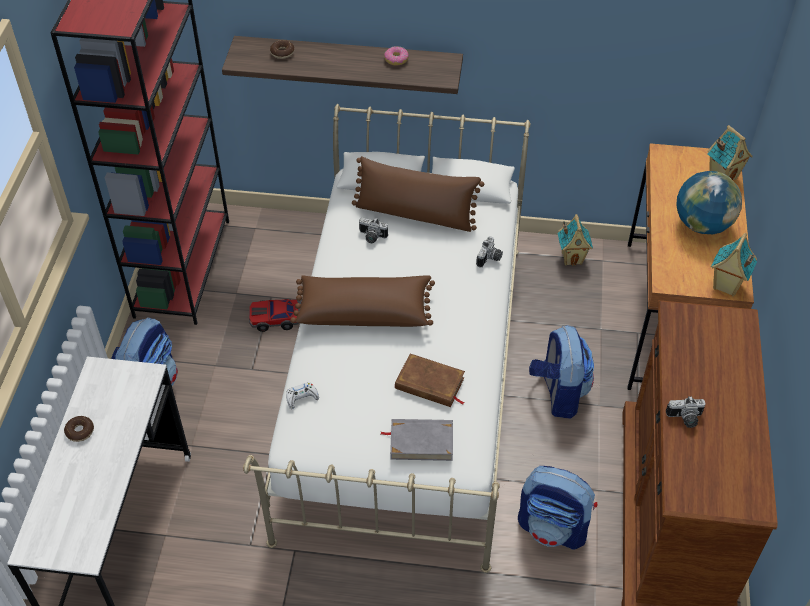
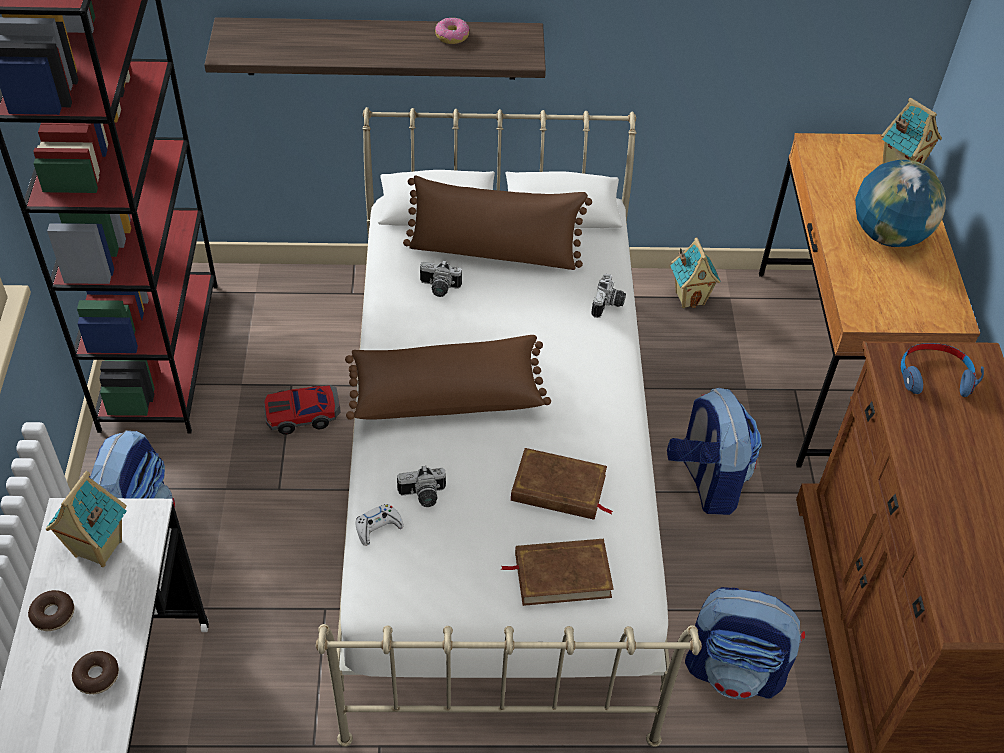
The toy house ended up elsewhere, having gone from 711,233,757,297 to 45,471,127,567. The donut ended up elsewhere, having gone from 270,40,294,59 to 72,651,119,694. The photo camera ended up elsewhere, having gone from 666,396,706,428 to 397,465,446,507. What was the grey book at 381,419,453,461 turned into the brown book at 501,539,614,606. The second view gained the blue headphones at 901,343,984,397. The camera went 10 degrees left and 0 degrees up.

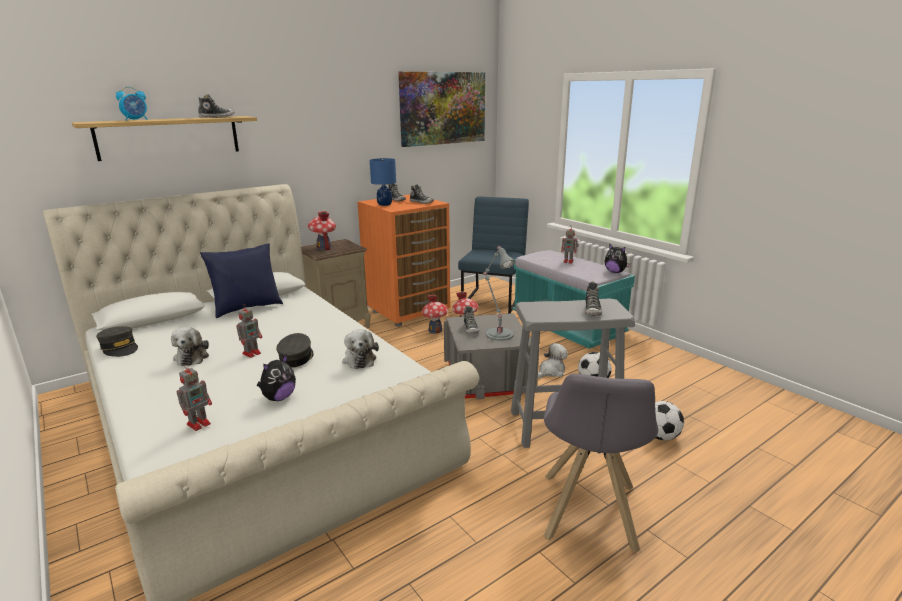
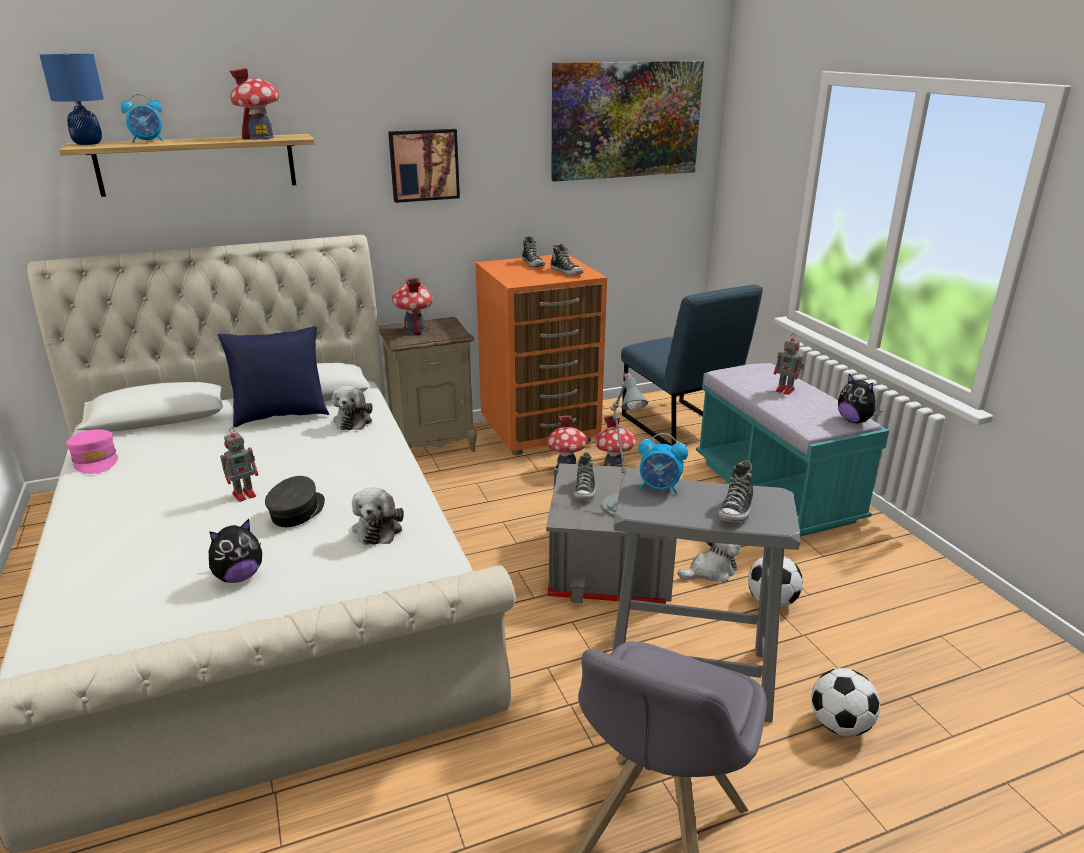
The blue table lamp ended up elsewhere, having gone from 370,158,396,206 to 40,53,104,145. What was the grey cap at 96,326,138,357 turned into the pink cap at 66,429,118,474. Where the shoe stood at 198,94,235,118, the toy house came to stand at 230,68,279,139. The plush toy ended up elsewhere, having gone from 171,327,209,366 to 332,385,373,430. The second view gained the picture at 388,129,460,203. The blue chair at 458,196,529,313 ended up facing another way, 120 degrees clockwise from before. The second view gained the alarm clock at 638,433,688,494. The second view lost the toy robot at 177,364,212,431. The camera went 15 degrees right and 5 degrees up.

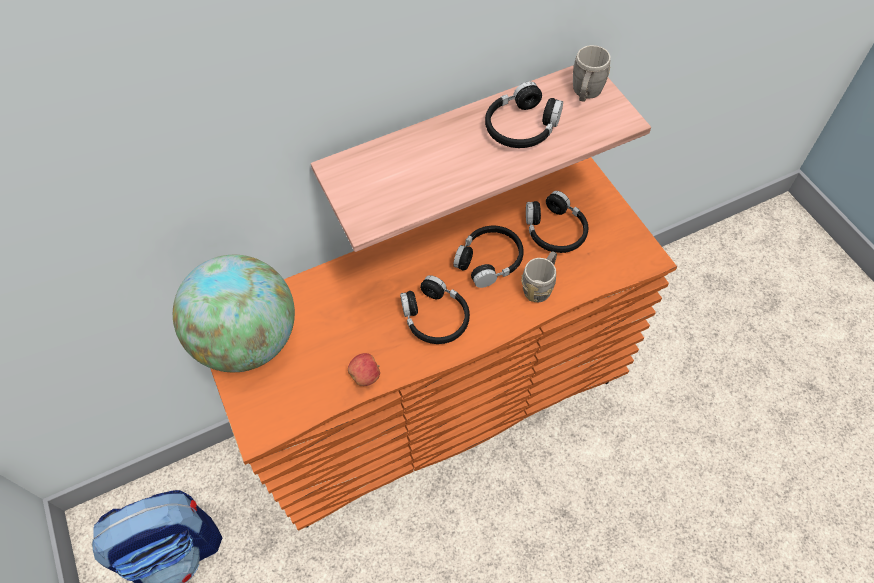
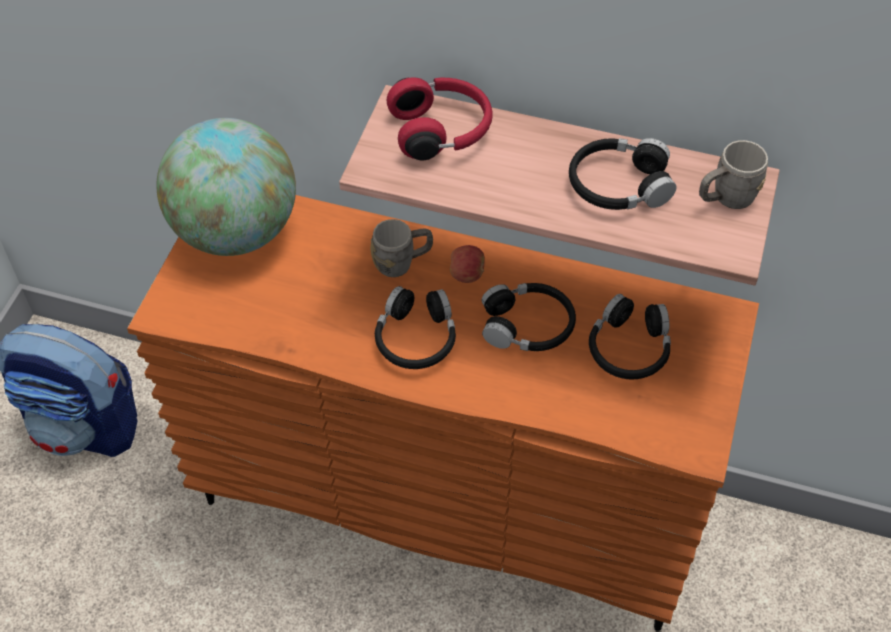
The grey mug ended up elsewhere, having gone from 521,251,557,302 to 371,219,433,277. The second view gained the red headphones at 387,77,493,161. The apple ended up elsewhere, having gone from 348,353,380,386 to 450,245,485,283. The camera went 40 degrees right and 5 degrees down.

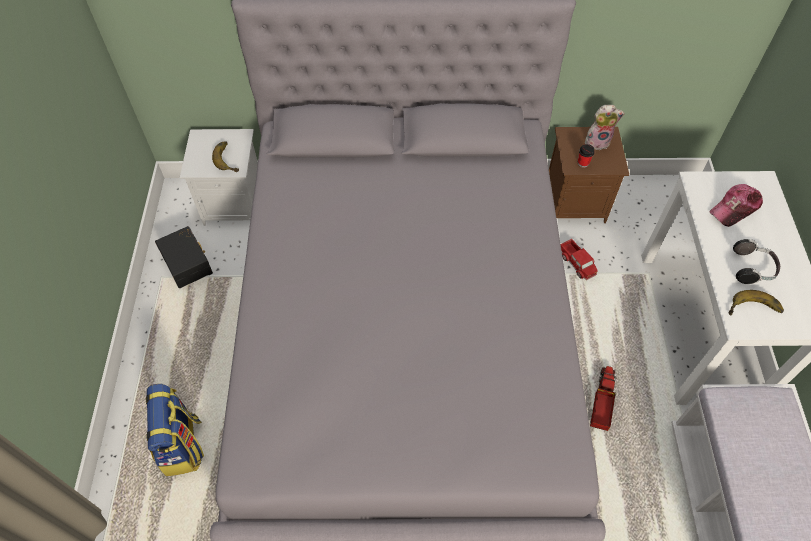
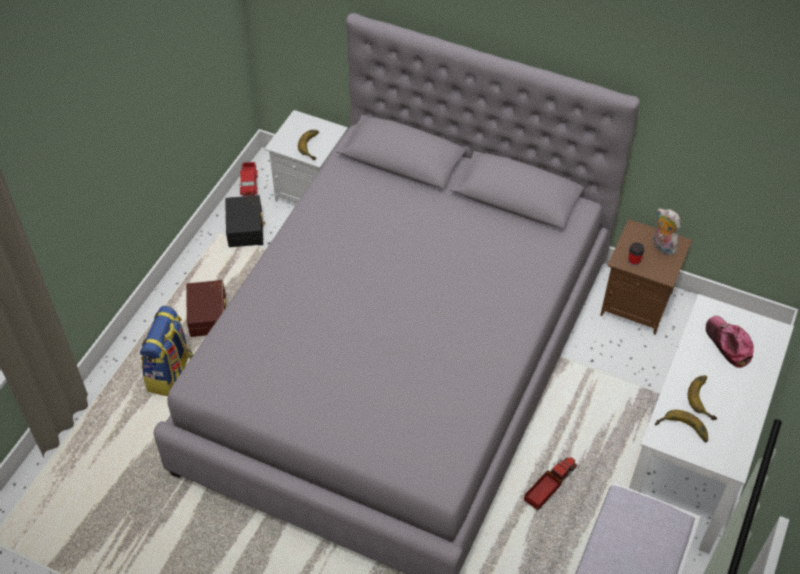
The second view gained the brown storage box at 186,280,226,337. The toy truck ended up elsewhere, having gone from 561,239,598,280 to 239,162,258,196. The plush toy at 585,105,625,150 ended up facing another way, 150 degrees counterclockwise from before. Where the headphones stood at 733,239,780,284, the banana came to stand at 688,376,717,420. The cap at 710,184,763,227 ended up facing another way, 75 degrees clockwise from before. The camera went 25 degrees right and 5 degrees down.

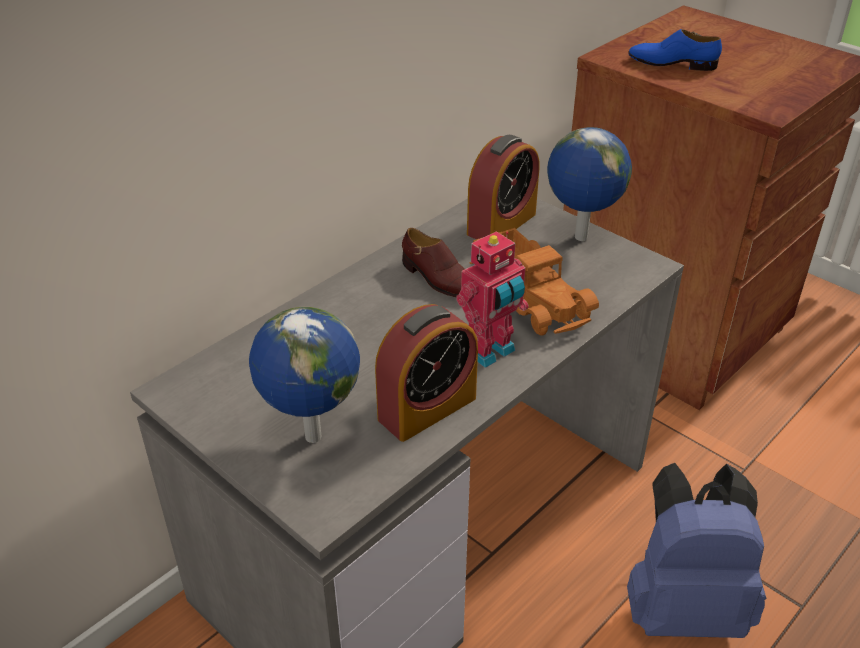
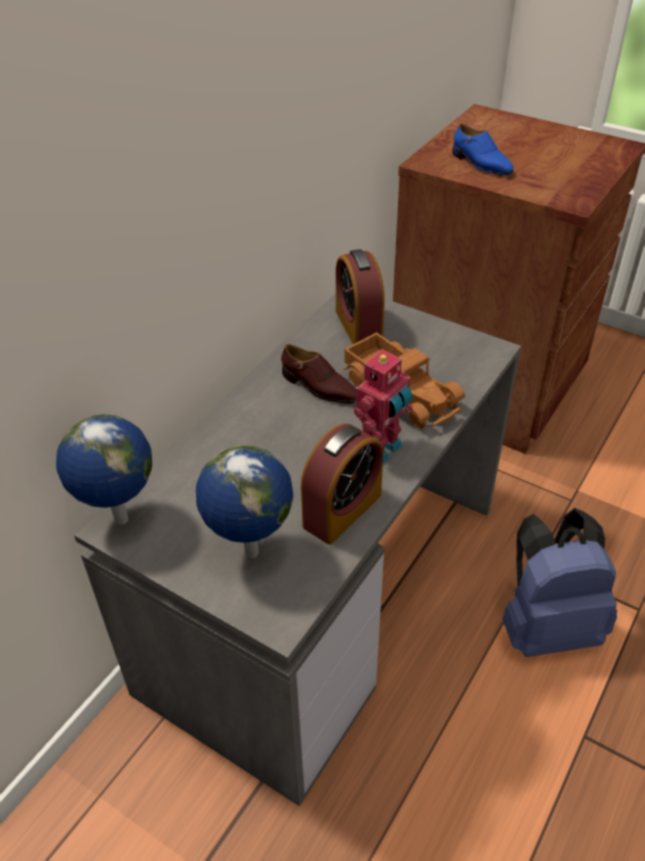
The globe ended up elsewhere, having gone from 547,127,632,241 to 56,414,152,525. The alarm clock at 467,135,539,239 ended up facing another way, 135 degrees clockwise from before. The blue shoe at 628,29,722,71 ended up facing another way, 135 degrees counterclockwise from before. The camera went 10 degrees left and 5 degrees up.

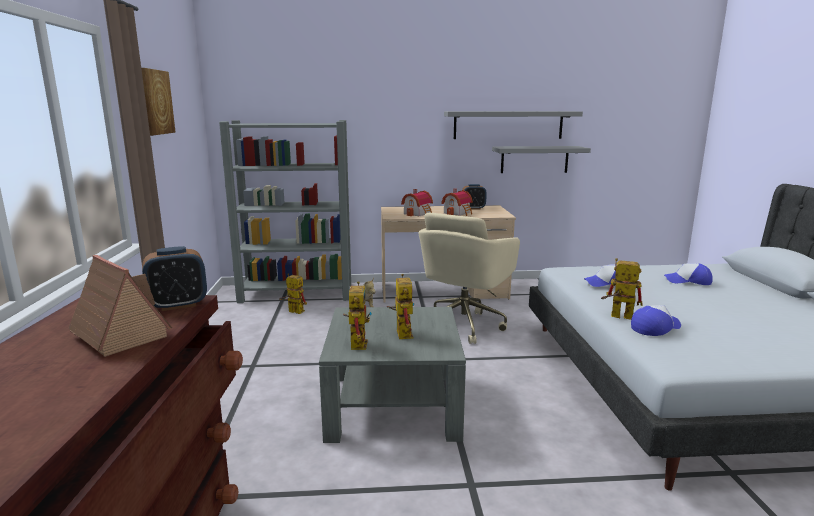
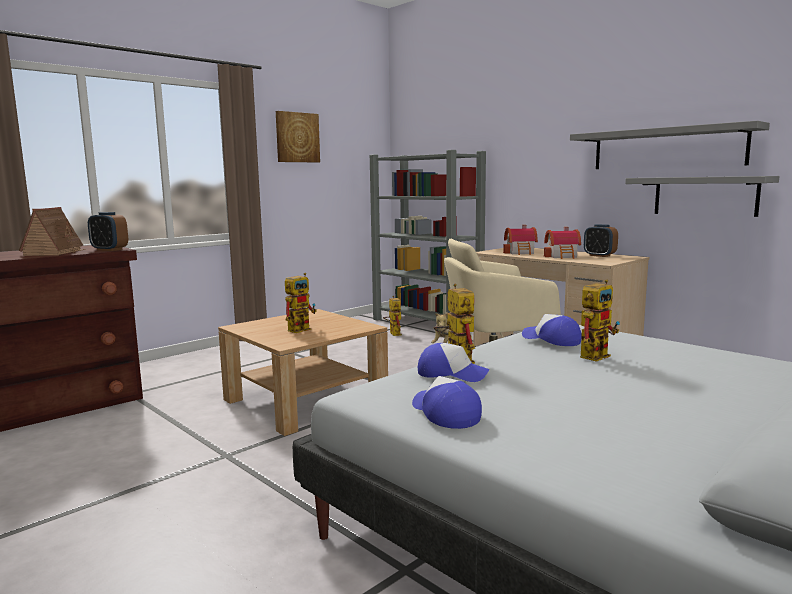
What was the grey coffee table at 319,307,466,443 turned into the brown coffee table at 218,309,388,436. The cap ended up elsewhere, having gone from 664,263,713,285 to 412,376,482,429. The toy robot ended up elsewhere, having gone from 343,281,372,350 to 580,279,620,362. The camera went 50 degrees right and 5 degrees down.

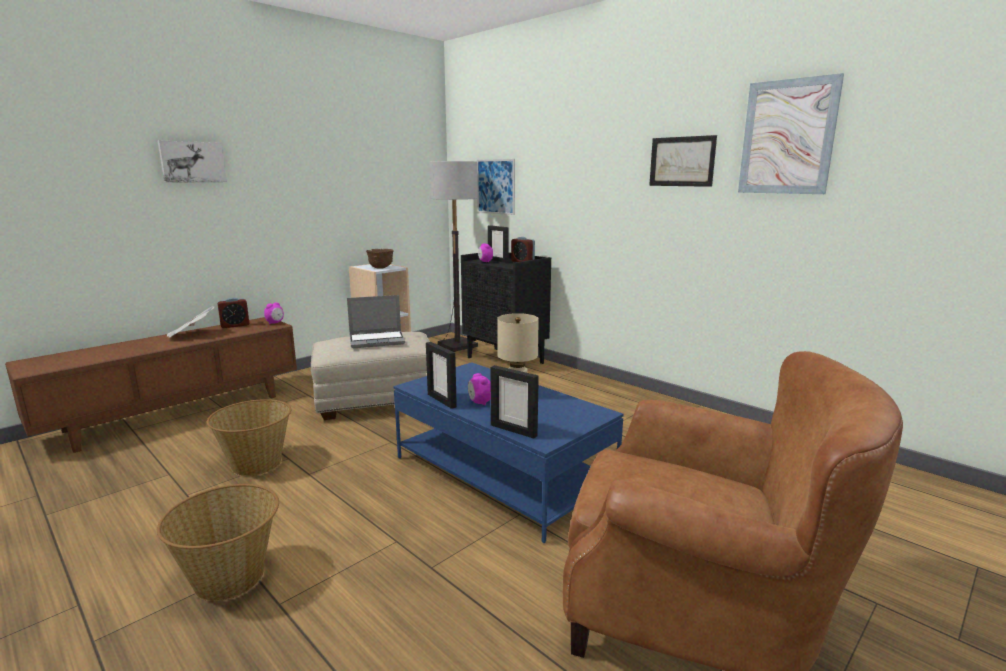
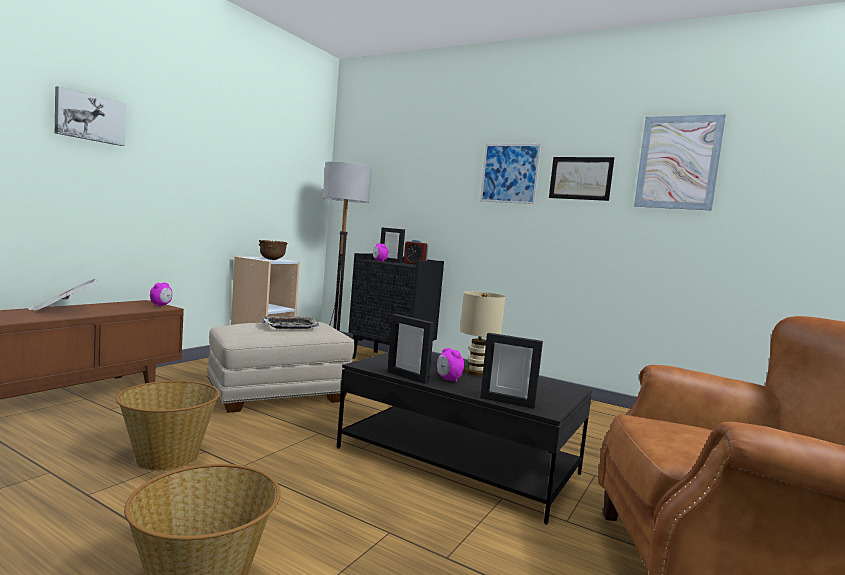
Where the laptop stood at 347,295,405,348, the tray came to stand at 260,316,319,329. What was the blue coffee table at 393,362,624,543 turned into the black coffee table at 337,352,592,525. The picture ended up elsewhere, having gone from 477,159,515,215 to 480,144,541,204. The second view lost the alarm clock at 217,298,249,328. The camera went 15 degrees left and 10 degrees down.

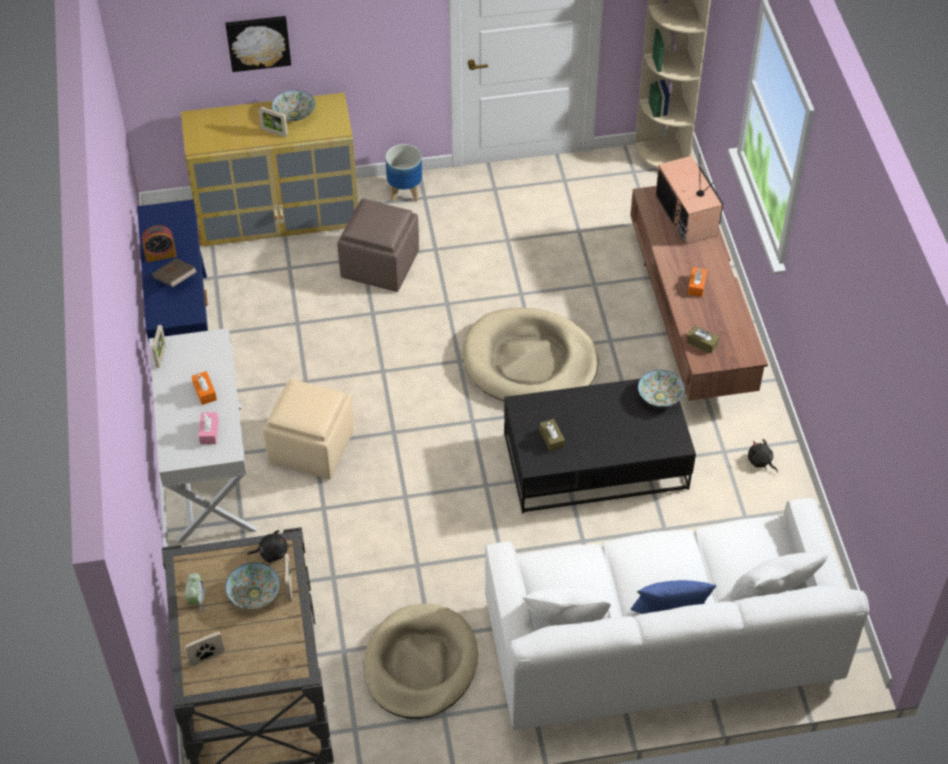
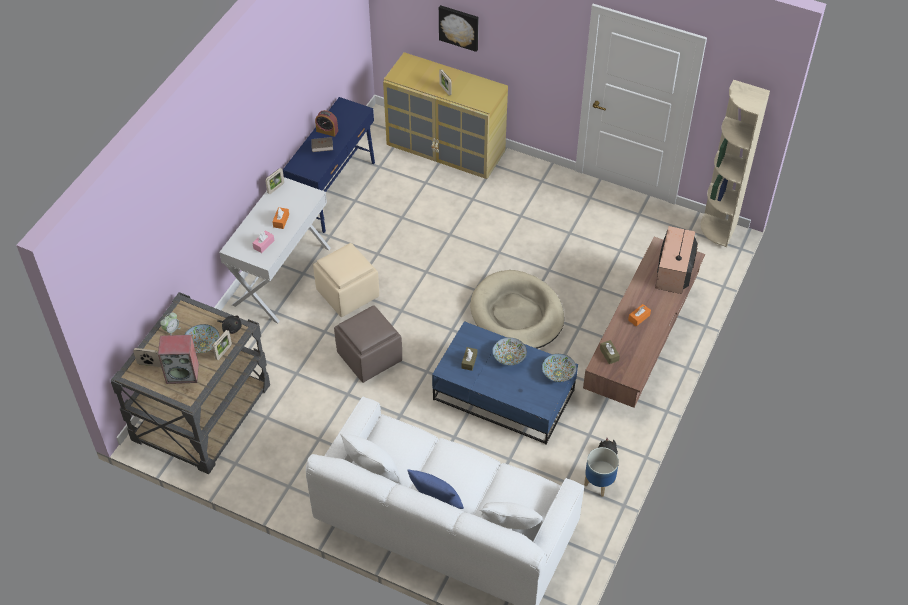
The second view gained the speaker at 158,335,199,384. The brown ottoman ended up elsewhere, having gone from 337,198,419,292 to 334,305,402,383. What was the black coffee table at 504,378,696,513 turned into the blue coffee table at 432,321,578,445. The bowl ended up elsewhere, having gone from 272,90,315,121 to 492,338,527,365. The planter ended up elsewhere, having gone from 385,144,422,202 to 584,447,619,497. The second view lost the beige dog bed at 363,604,478,719. The camera went 35 degrees right and 0 degrees up.

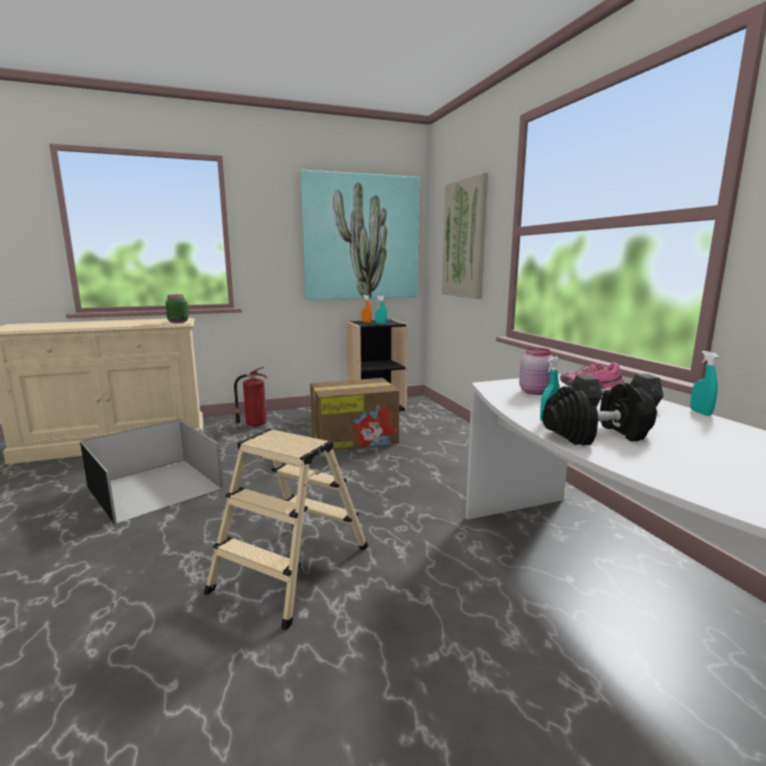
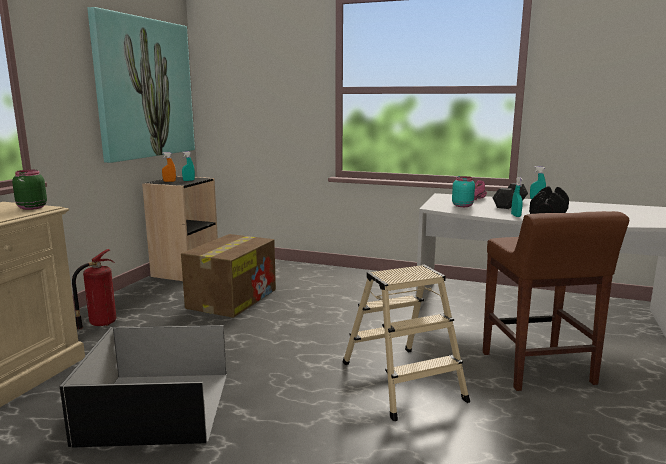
What was the pink jar at 519,348,553,395 turned into the turquoise jar at 452,176,475,207. The second view gained the brown stool at 483,211,629,391. The second view lost the picture at 442,173,488,299. The camera went 50 degrees left and 0 degrees up.

